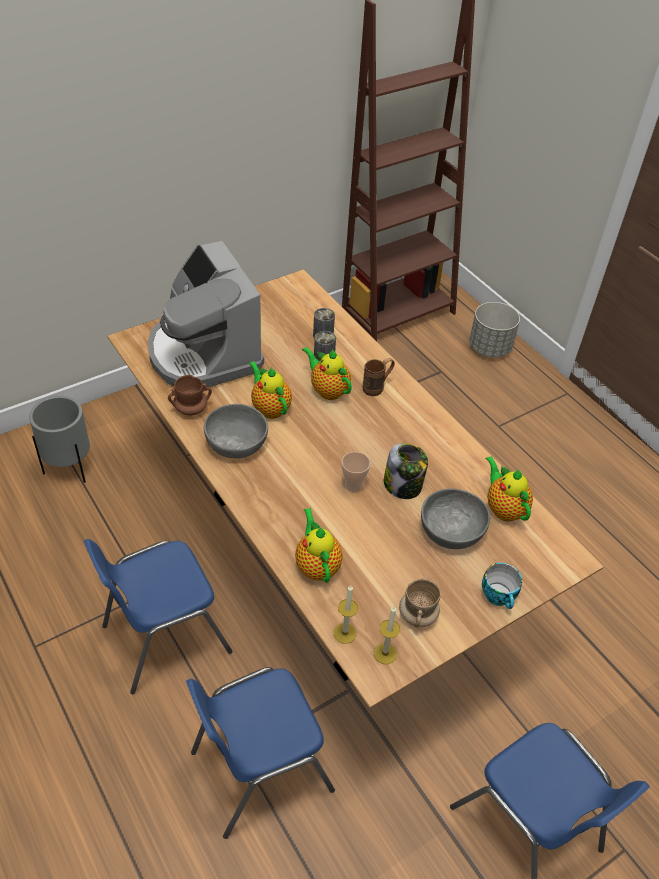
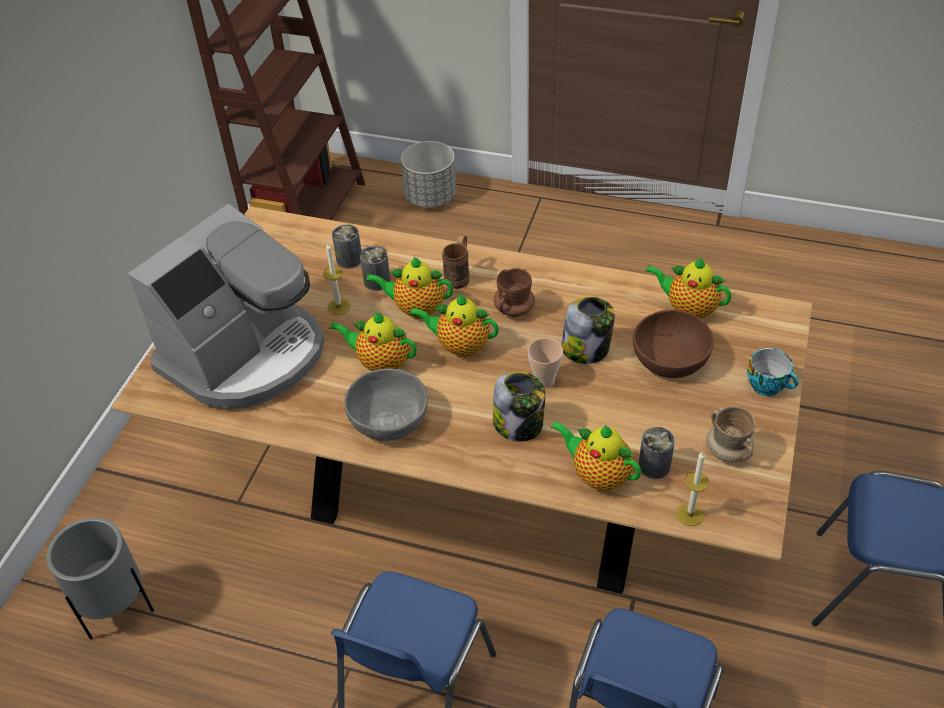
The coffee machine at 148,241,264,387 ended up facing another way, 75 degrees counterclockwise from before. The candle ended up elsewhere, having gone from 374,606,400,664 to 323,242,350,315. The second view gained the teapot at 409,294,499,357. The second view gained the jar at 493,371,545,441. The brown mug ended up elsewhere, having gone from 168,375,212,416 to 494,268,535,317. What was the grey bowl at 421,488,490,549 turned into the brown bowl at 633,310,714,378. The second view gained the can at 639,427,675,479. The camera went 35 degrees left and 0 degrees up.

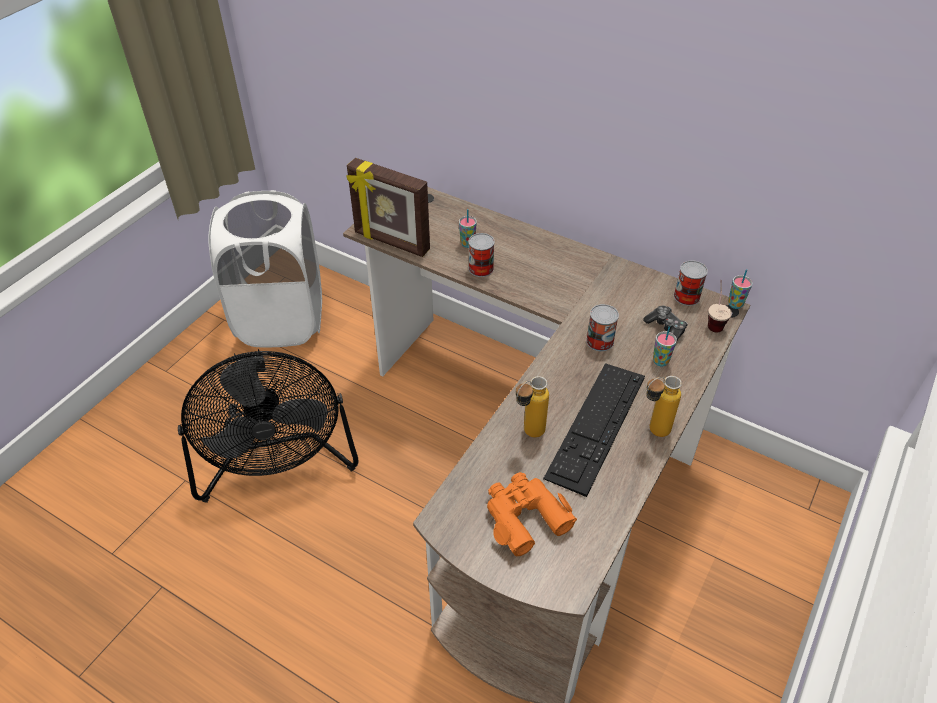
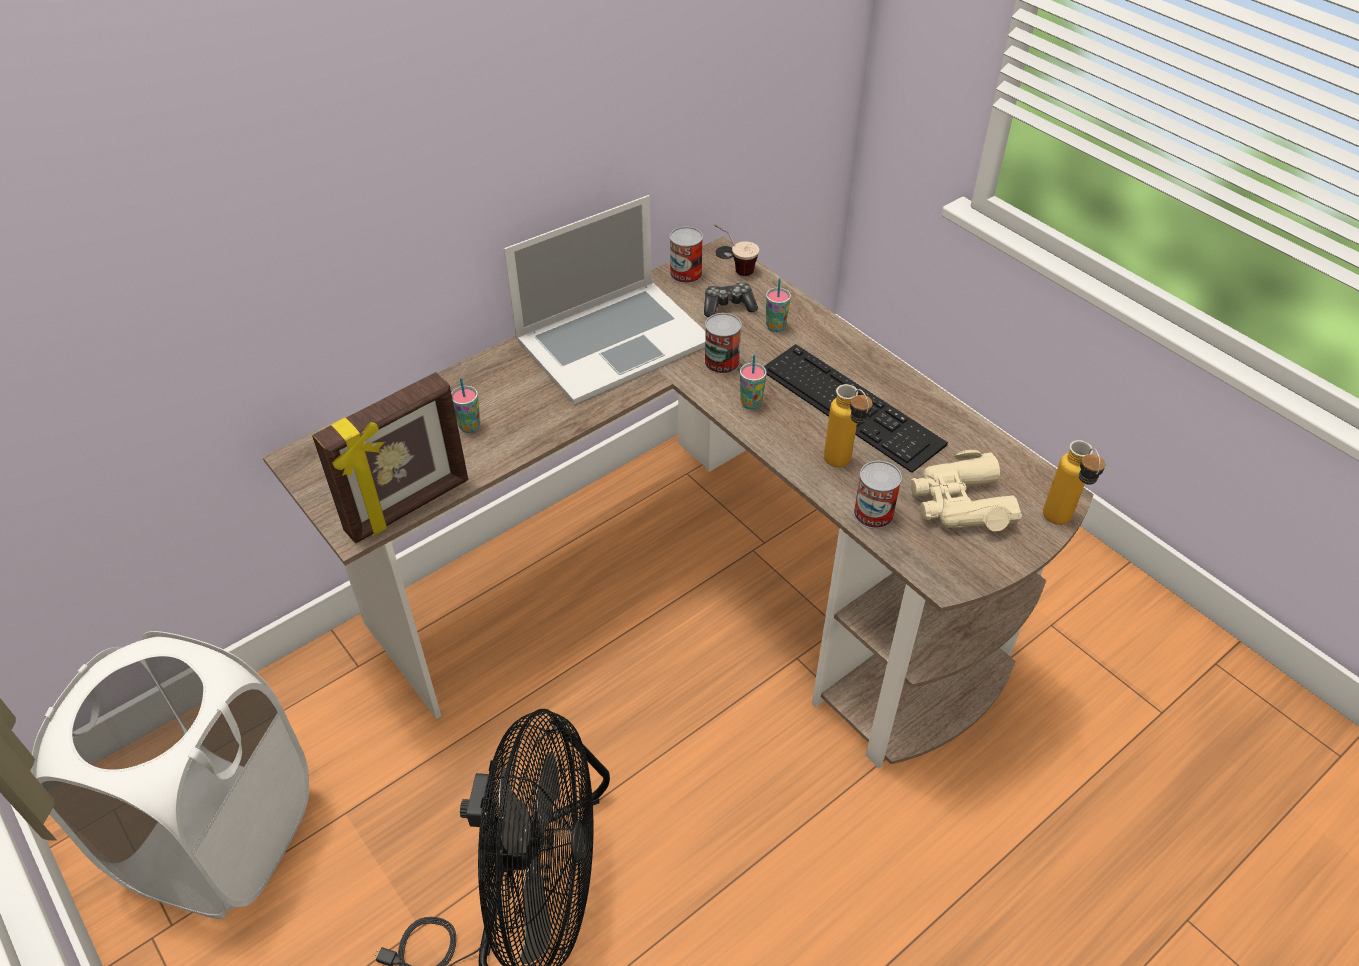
The second view gained the laptop at 504,195,706,405. The cup ended up elsewhere, having gone from 728,269,753,309 to 740,354,766,409. The can ended up elsewhere, having gone from 469,233,495,277 to 854,461,902,529. What was the orange binoculars at 487,472,577,556 turned into the beige binoculars at 911,450,1022,531. The bottle ended up elsewhere, having gone from 647,376,682,437 to 1043,440,1105,525. The camera went 70 degrees left and 0 degrees up.

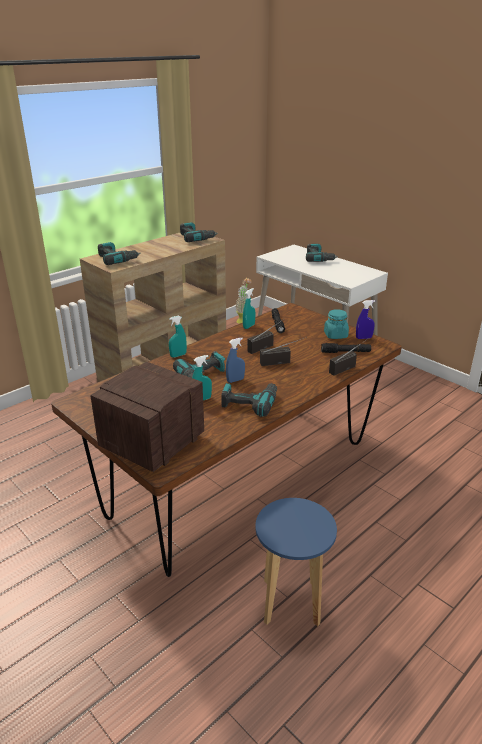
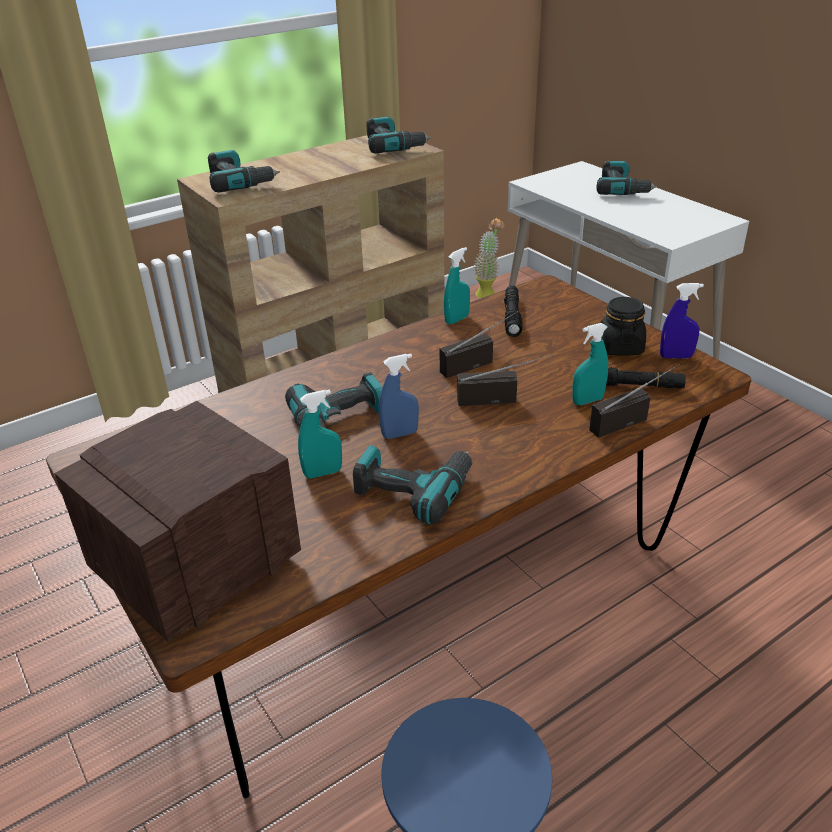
The turquoise spray bottle ended up elsewhere, having gone from 169,315,187,358 to 573,323,608,405. What was the turquoise jar at 324,309,349,339 turned into the black jar at 600,297,646,356. The camera went 10 degrees right and 5 degrees up.

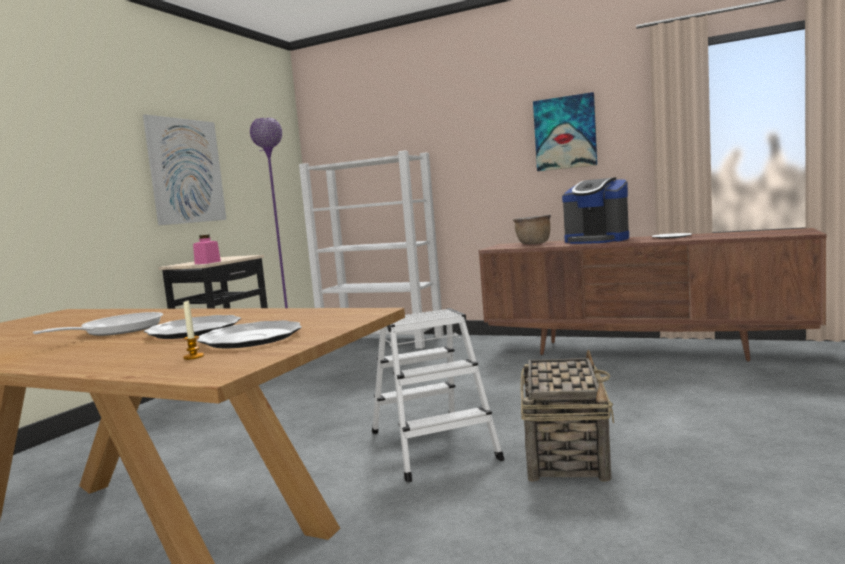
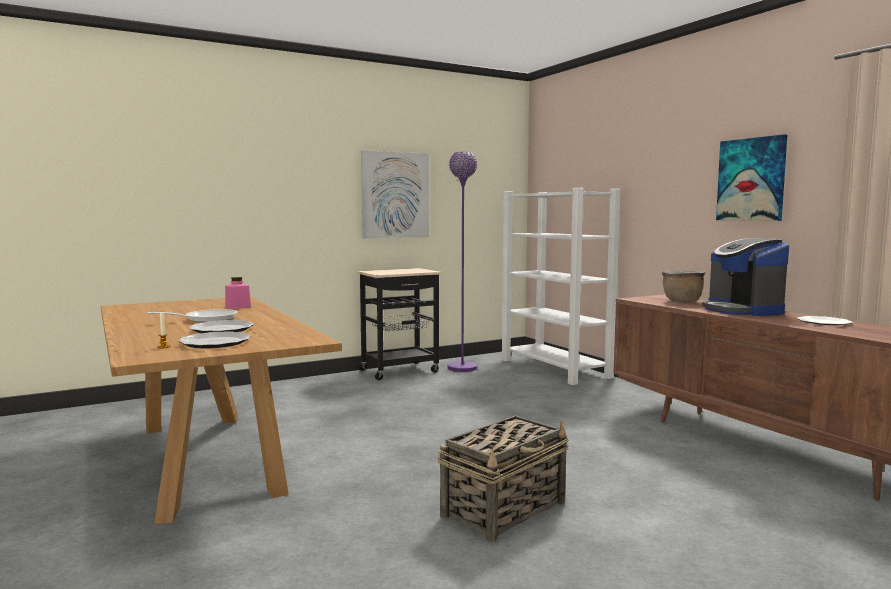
The pink jar ended up elsewhere, having gone from 193,235,221,264 to 225,277,251,309. The second view lost the white step ladder at 372,308,505,482. The camera went 35 degrees right and 0 degrees up.

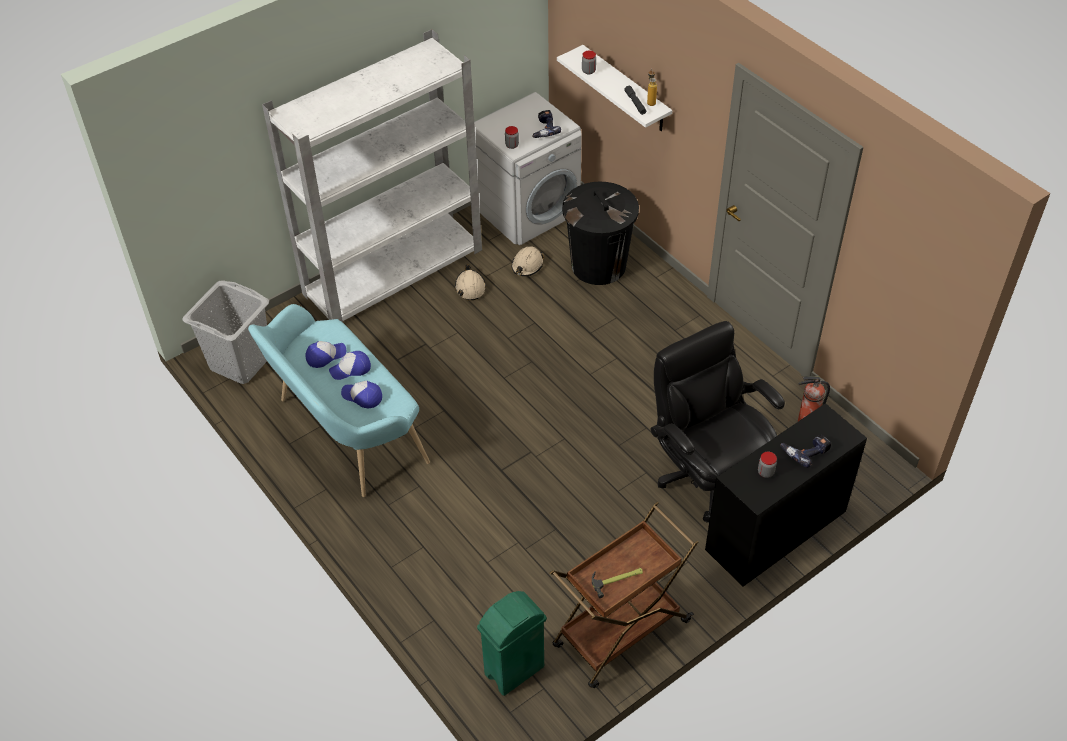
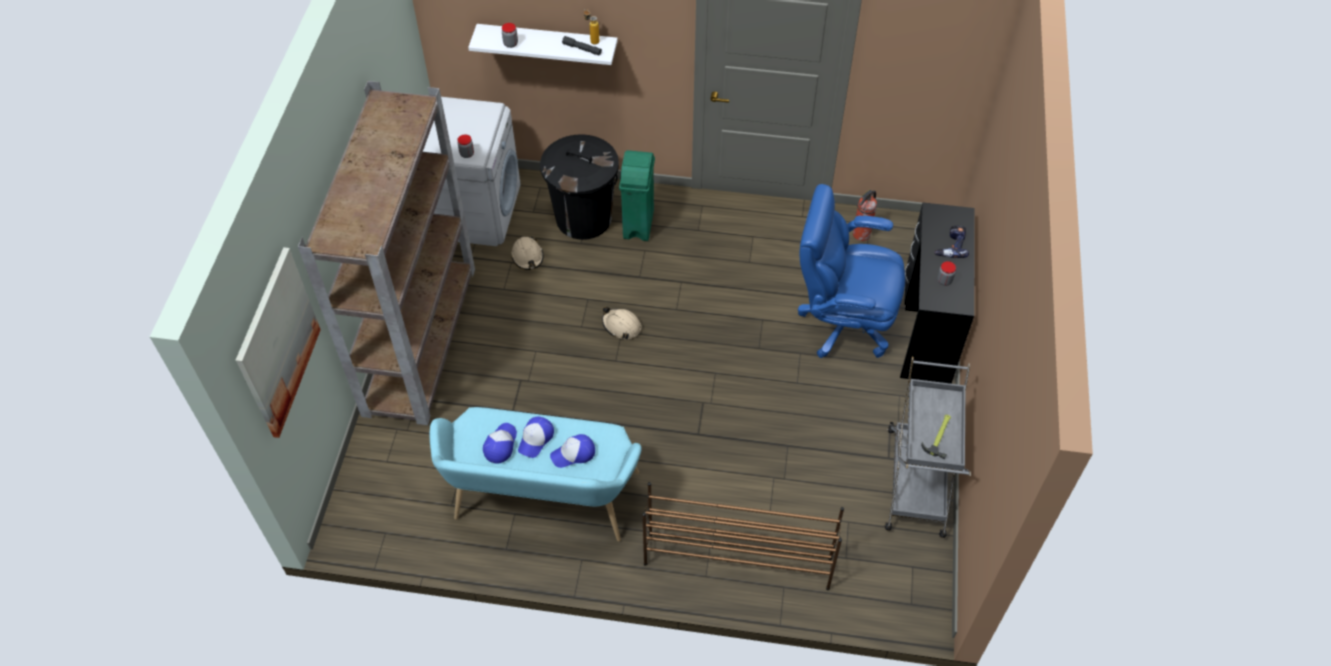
The second view gained the picture at 236,247,321,438. What was the white bookcase at 262,29,482,322 turned into the brown bookcase at 298,81,475,425. The beige hard hat ended up elsewhere, having gone from 455,264,486,300 to 602,307,641,339. The green trash can ended up elsewhere, having gone from 477,591,547,696 to 619,150,655,241. The second view gained the brown shoe rack at 642,482,844,590. What was the black office chair at 651,321,785,523 turned into the blue office chair at 798,184,905,358. What was the brown cart at 550,502,698,688 turned into the grey cart at 885,357,971,538. The second view lost the grey laundry basket at 182,280,269,384. The second view lost the power drill at 532,110,561,138. The camera went 45 degrees left and 5 degrees up.

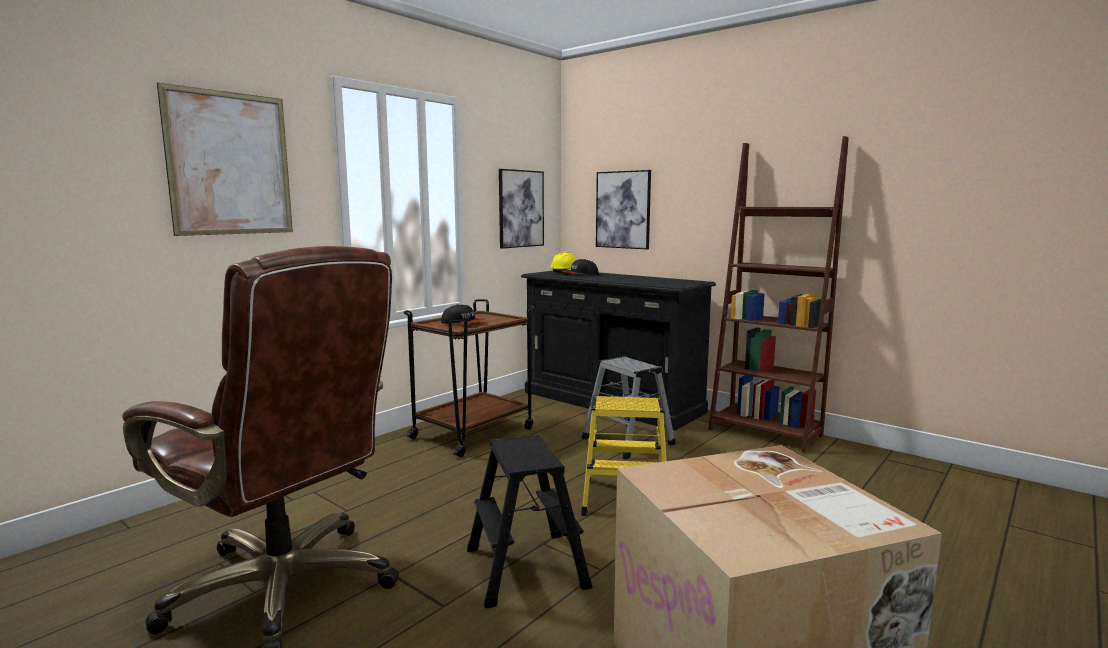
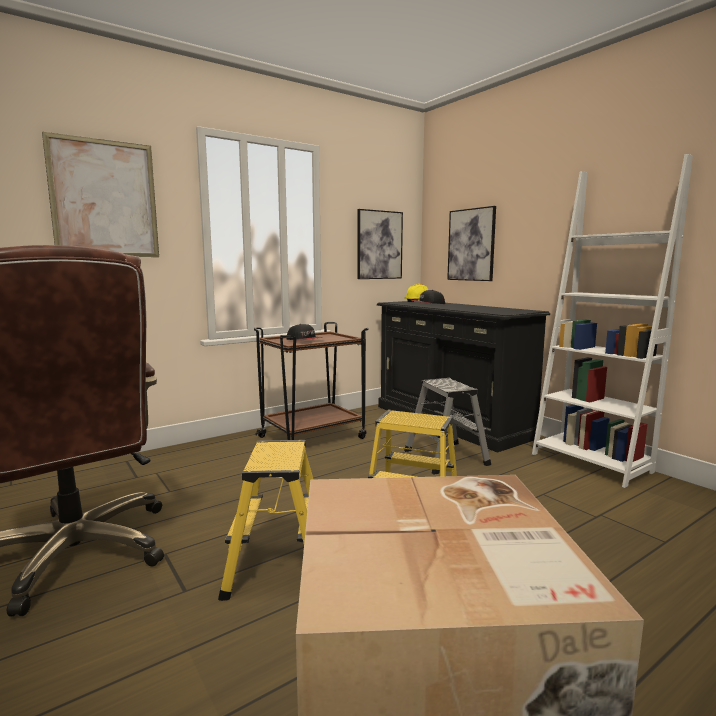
What was the black step ladder at 467,434,593,608 turned into the yellow step ladder at 218,440,313,601. What was the brown bookcase at 708,136,849,453 turned into the white bookcase at 532,154,693,488. The camera went 15 degrees right and 0 degrees up.

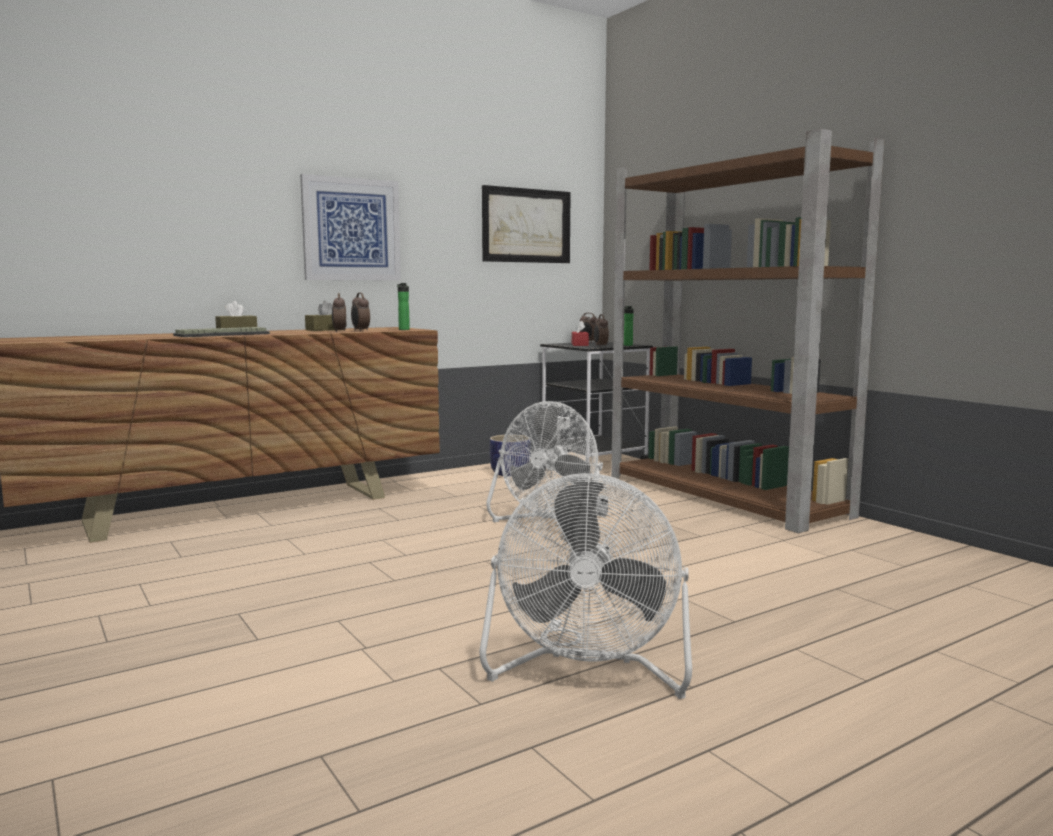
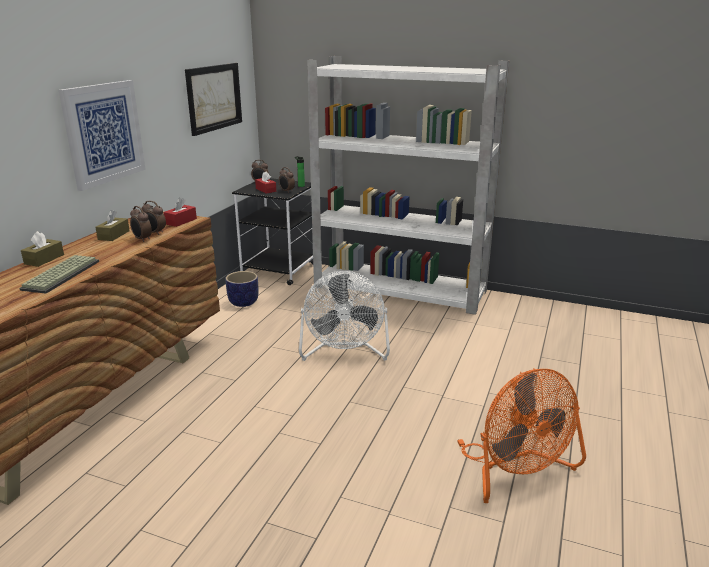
Where the bottle stood at 397,283,410,330, the red tissue box came to stand at 163,198,197,227. What was the brown bookcase at 611,129,885,533 turned into the white bookcase at 307,56,509,315. What was the white fan at 480,473,692,699 turned into the orange fan at 457,368,586,503. The camera went 35 degrees left and 15 degrees up.

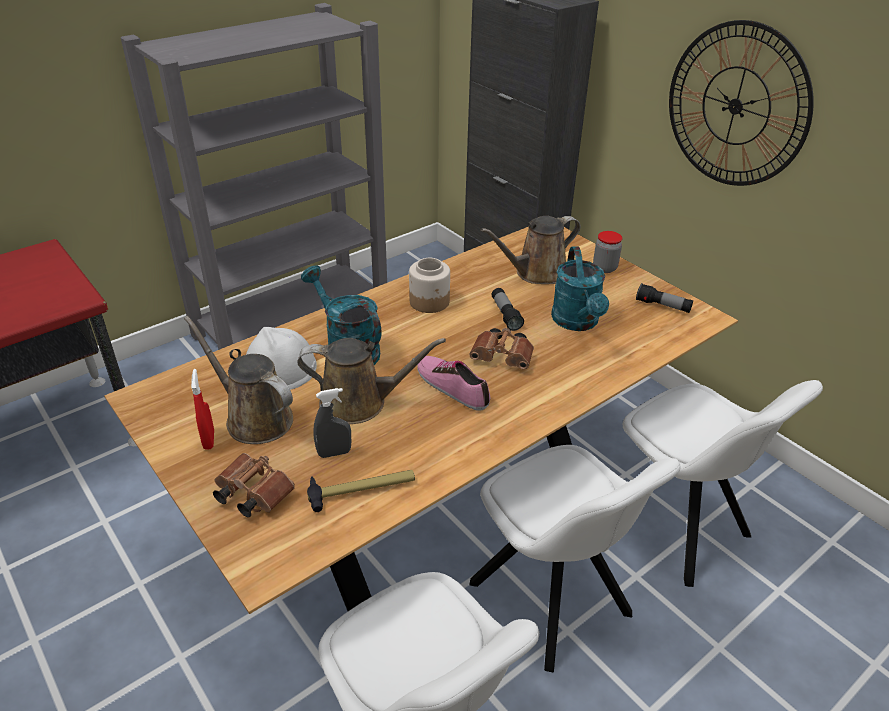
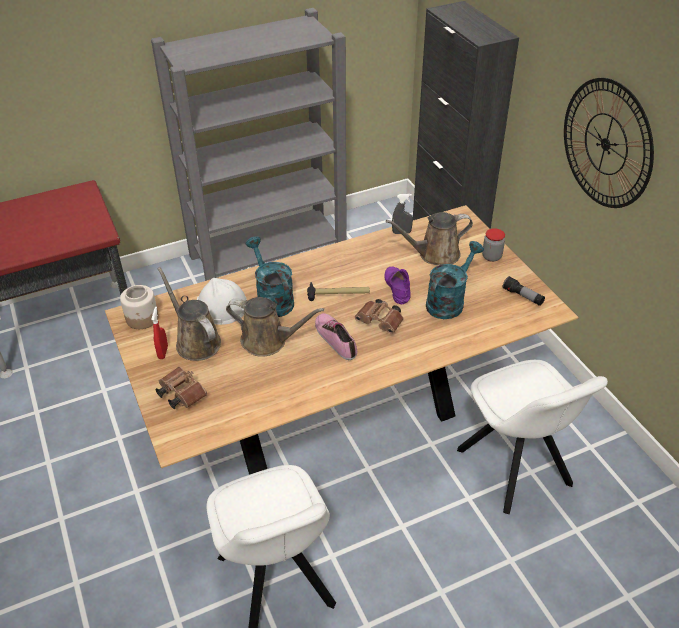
The jar ended up elsewhere, having gone from 409,258,450,313 to 120,285,159,329. The hammer ended up elsewhere, having gone from 307,470,415,512 to 307,282,370,301. Where the flashlight stood at 491,288,524,331, the purple shoe came to stand at 384,267,411,304. The grey spray bottle ended up elsewhere, having gone from 313,388,351,458 to 392,194,413,234. The turquoise watering can at 551,246,609,331 ended up facing another way, 150 degrees counterclockwise from before. The second view lost the white chair at 469,445,681,672. The camera went 15 degrees right and 5 degrees up.

